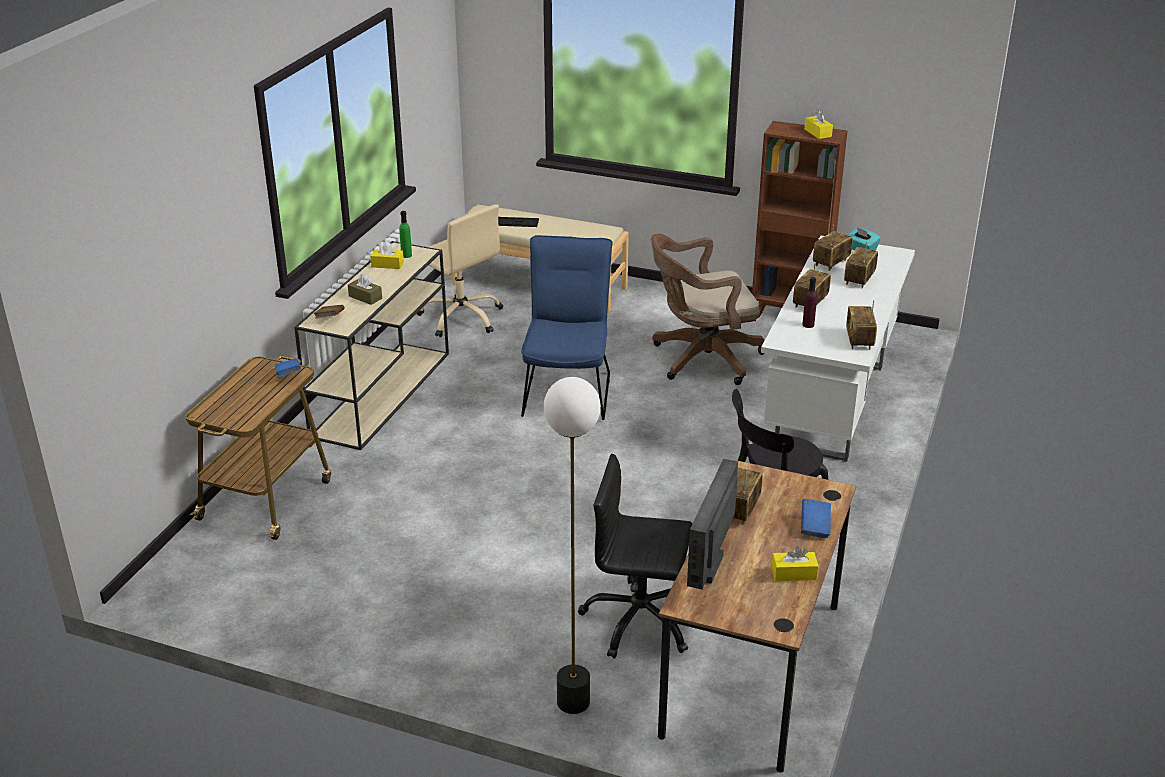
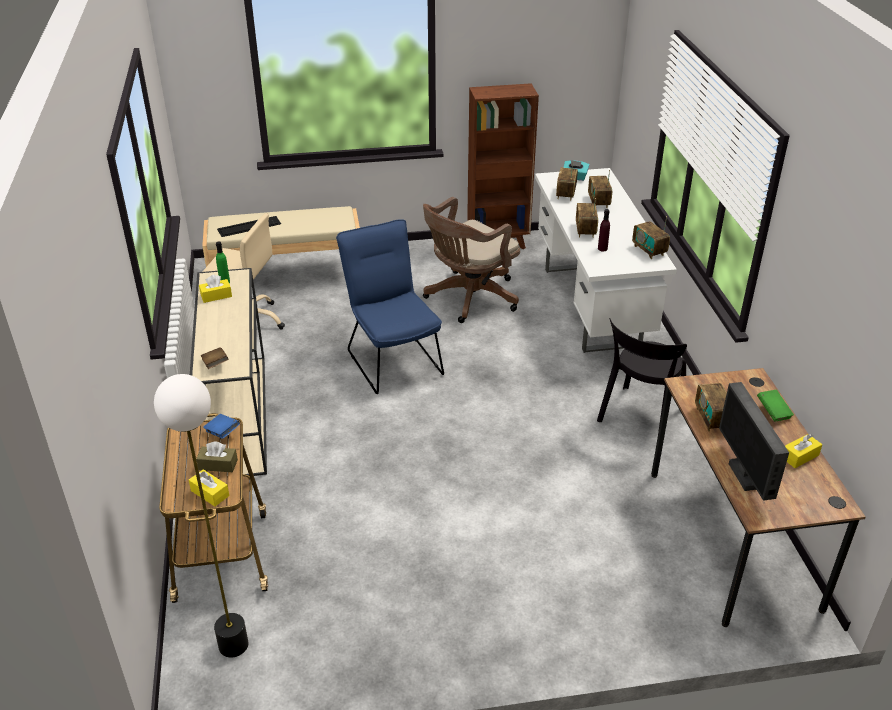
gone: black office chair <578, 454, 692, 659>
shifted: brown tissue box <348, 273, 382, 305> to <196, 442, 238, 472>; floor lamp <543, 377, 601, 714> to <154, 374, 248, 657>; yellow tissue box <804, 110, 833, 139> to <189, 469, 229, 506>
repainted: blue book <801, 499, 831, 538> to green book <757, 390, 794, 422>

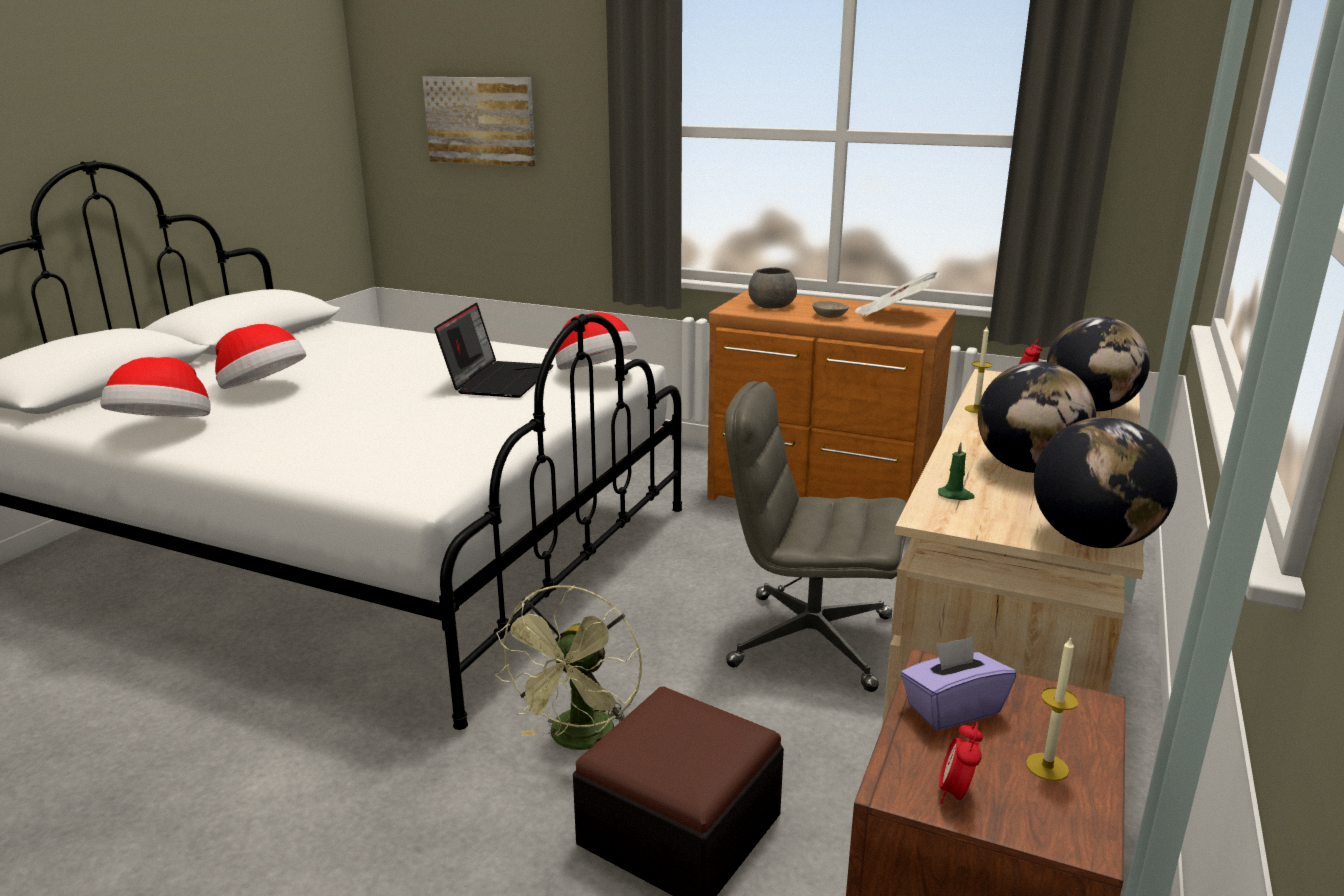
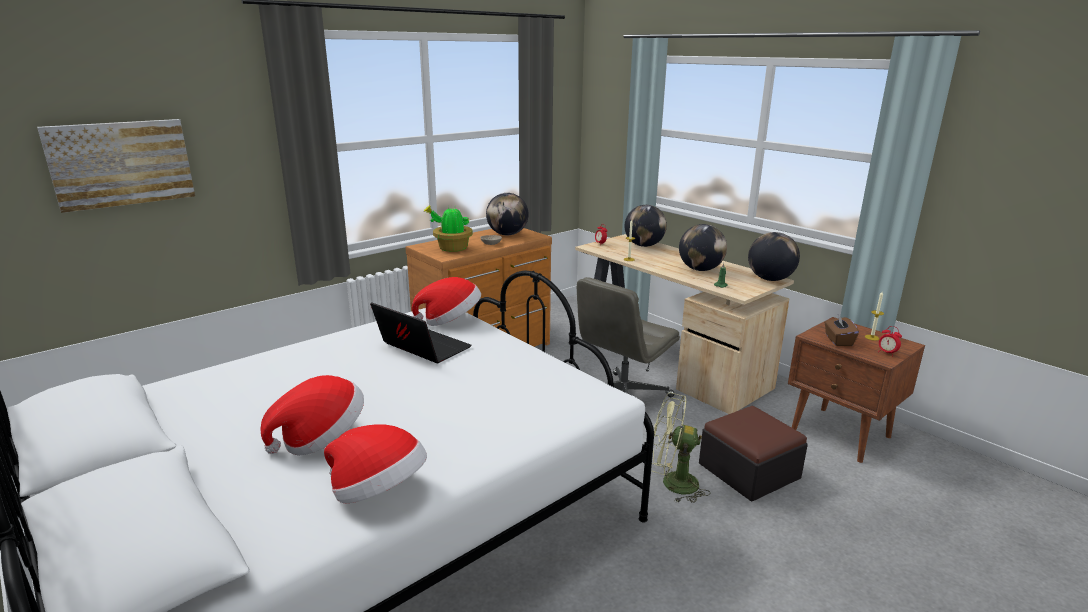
swapped: grey bowl <749, 267, 797, 309> to potted plant <423, 204, 473, 252>; newspaper <855, 272, 940, 316> to globe <486, 193, 529, 235>
repainted: purple tissue box <901, 637, 1016, 730> to brown tissue box <824, 314, 859, 346>
rotated: green fan <495, 585, 642, 750> = <651, 392, 710, 503> 150 degrees clockwise

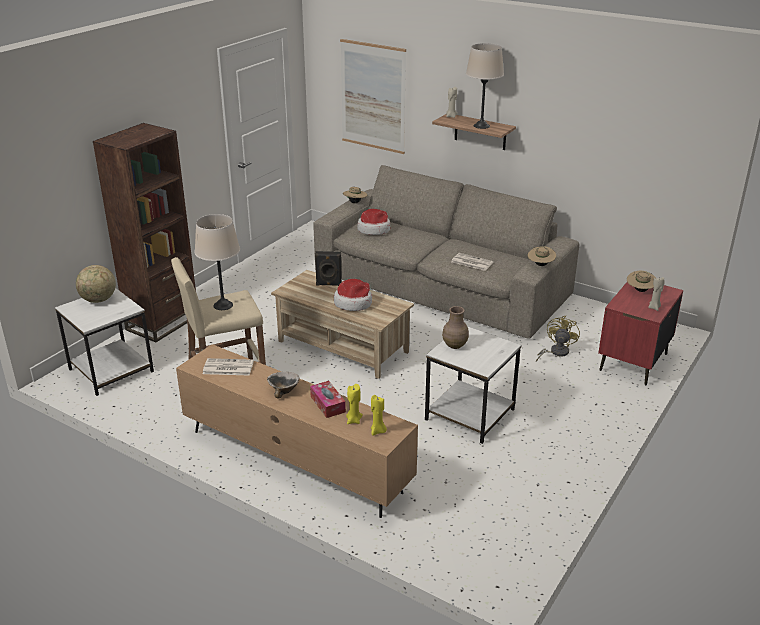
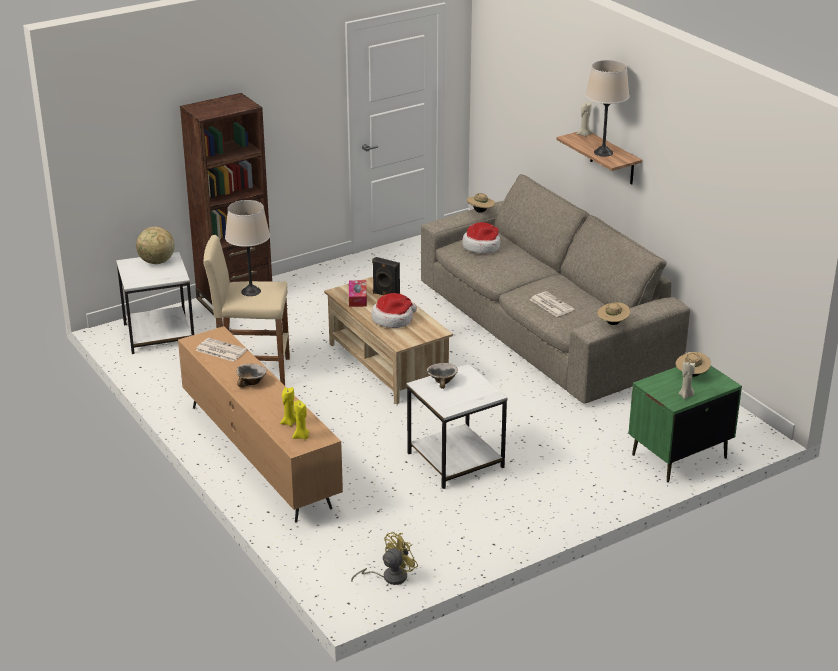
gone: picture <340, 39, 406, 154>
shifted: tissue box <310, 381, 346, 418> to <349, 280, 367, 307>; yellow fan <536, 316, 580, 362> to <351, 532, 418, 585>
swapped: brown vase <442, 306, 469, 349> to bowl <427, 363, 458, 389>
repainted: red nightstand <598, 282, 683, 386> to green nightstand <628, 366, 742, 482>

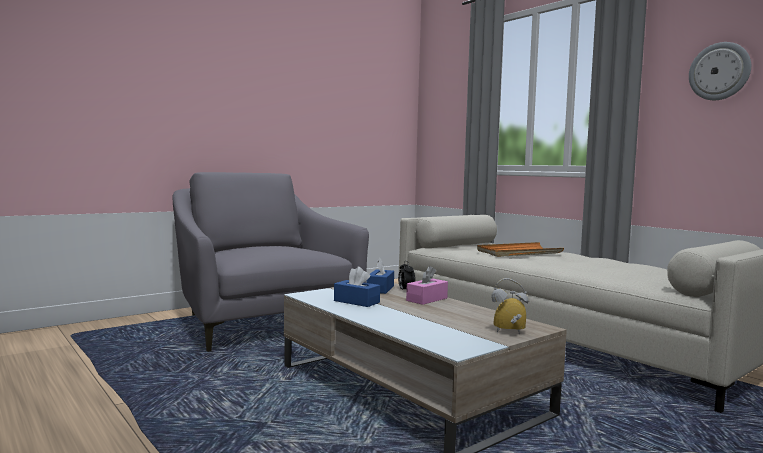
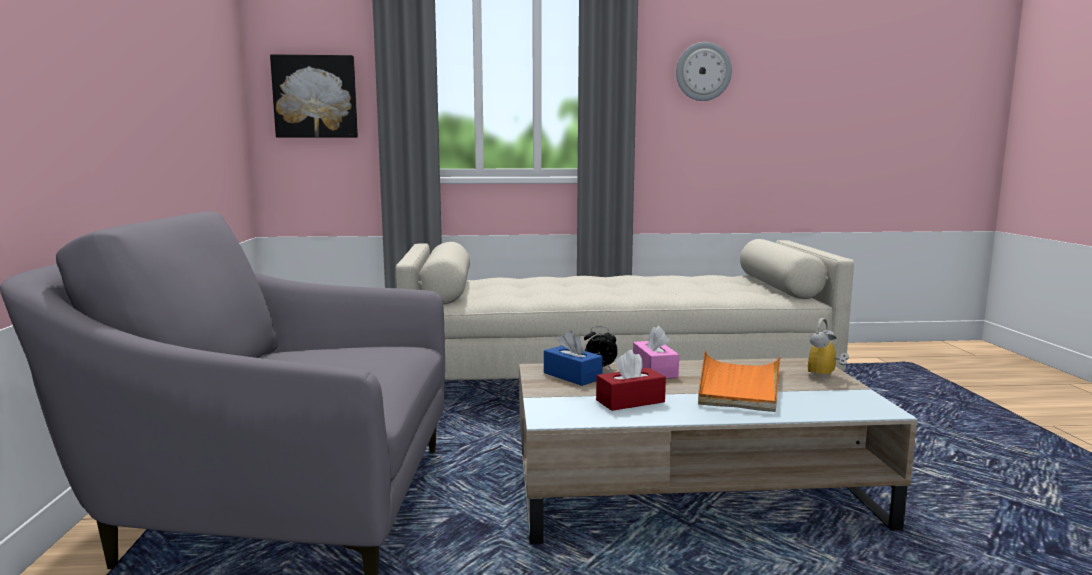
new: picture <270, 54, 358, 138>
shifted: orange tray <477, 242, 564, 257> to <698, 350, 780, 412>
repainted: blue tissue box <334, 267, 380, 307> to red tissue box <596, 350, 666, 411>

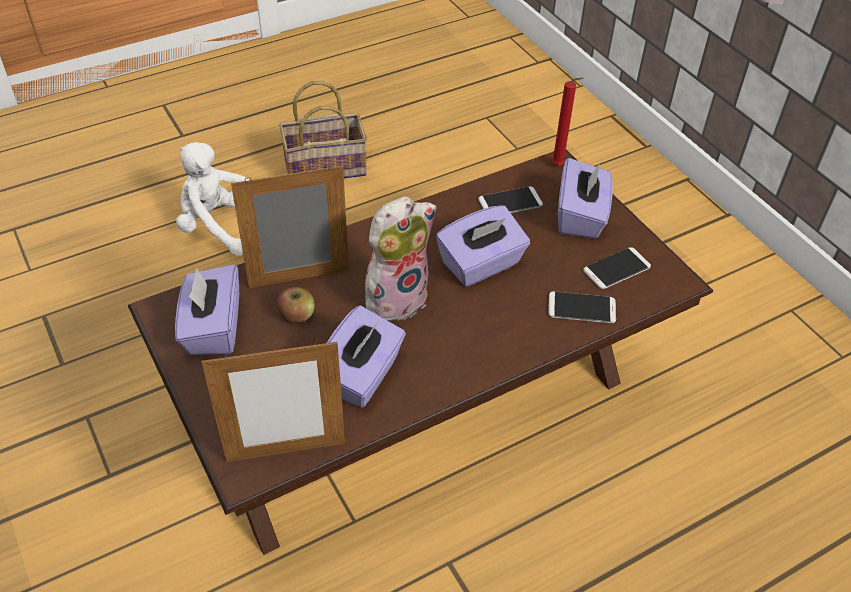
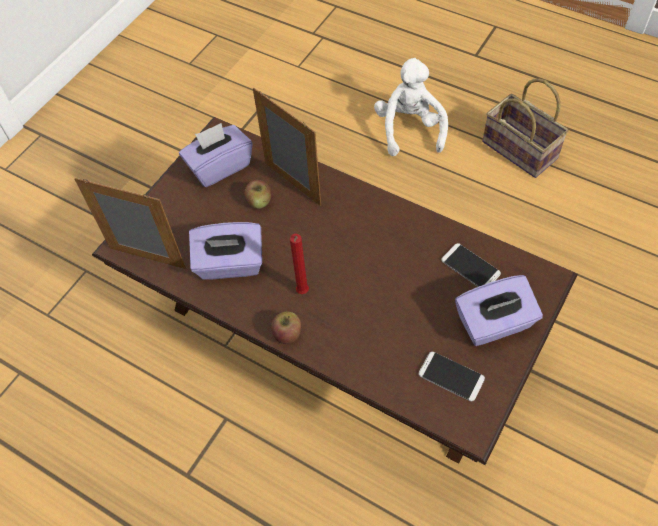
gone: plush toy <365, 196, 437, 322>; purple tissue box <436, 205, 530, 287>; phone <548, 291, 616, 323>
new: apple <271, 312, 301, 344>
shifted: red candle <551, 77, 584, 166> to <290, 234, 309, 294>
rotated: picture frame <202, 340, 345, 462> = <74, 178, 186, 269> 150 degrees clockwise

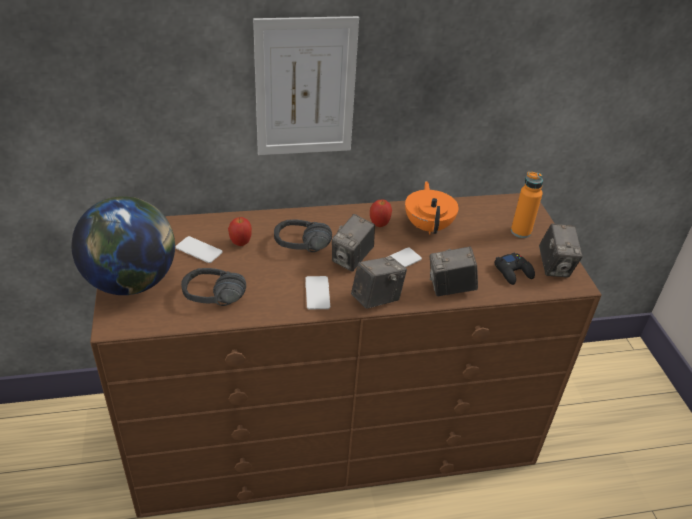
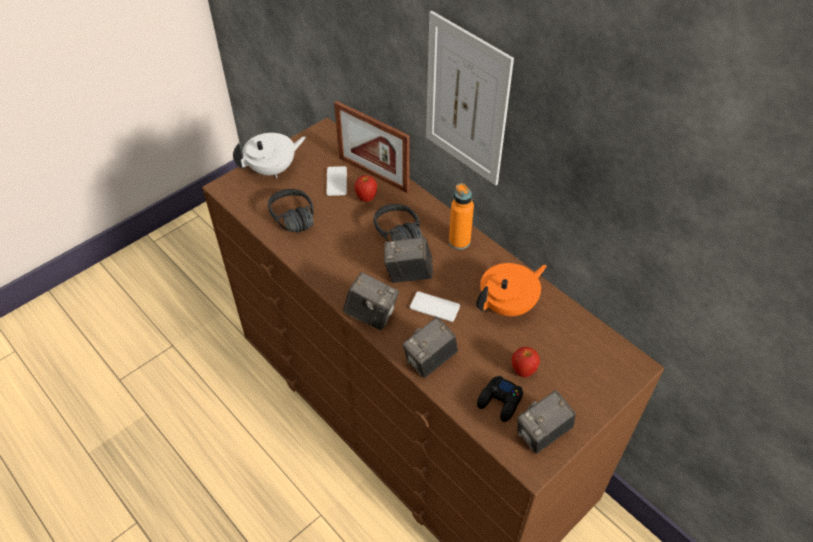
gone: phone <305, 276, 330, 309>
new: picture frame <334, 101, 410, 193>
shifted: apple <370, 200, 392, 227> to <512, 347, 540, 377>; orange bottle <511, 172, 543, 238> to <449, 183, 474, 249>
swapped: globe <71, 196, 175, 295> to white teapot <233, 133, 306, 178>
rotated: photo camera <430, 246, 478, 296> = <403, 317, 458, 378> 90 degrees counterclockwise

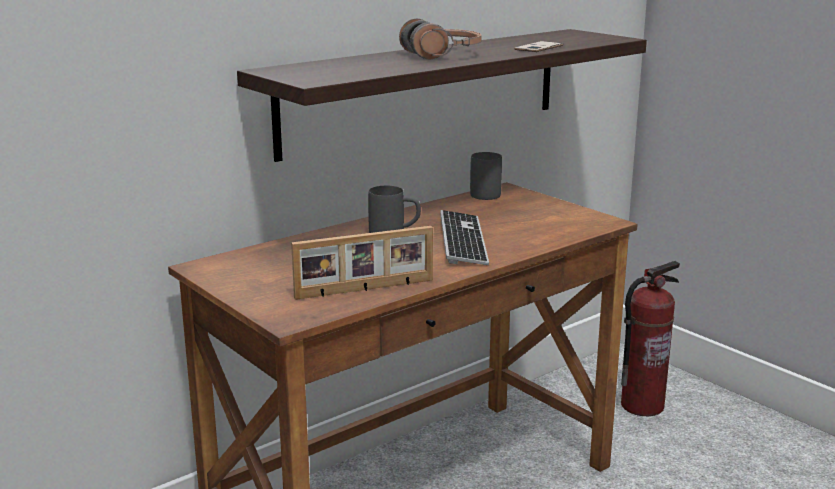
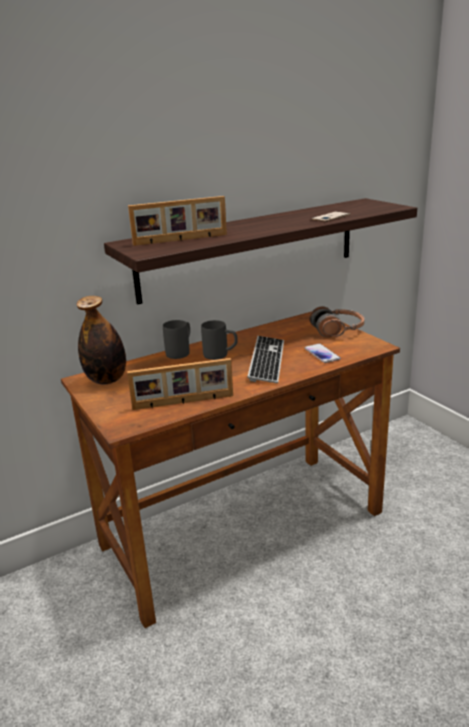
gone: fire extinguisher <621, 261, 680, 416>
new: bottle <77, 296, 126, 385>; picture frame <128, 196, 227, 246>; phone <304, 344, 341, 363>
shifted: headphones <399, 19, 482, 59> to <309, 306, 364, 337>; grey mug <470, 152, 502, 200> to <163, 320, 190, 359>

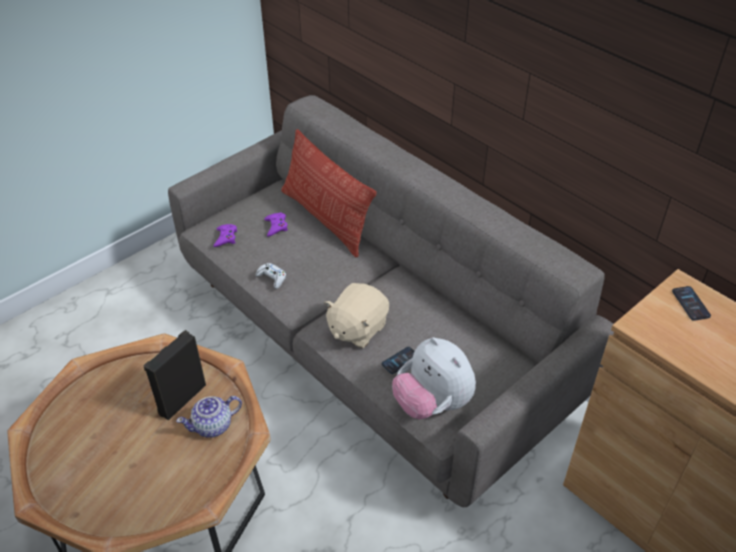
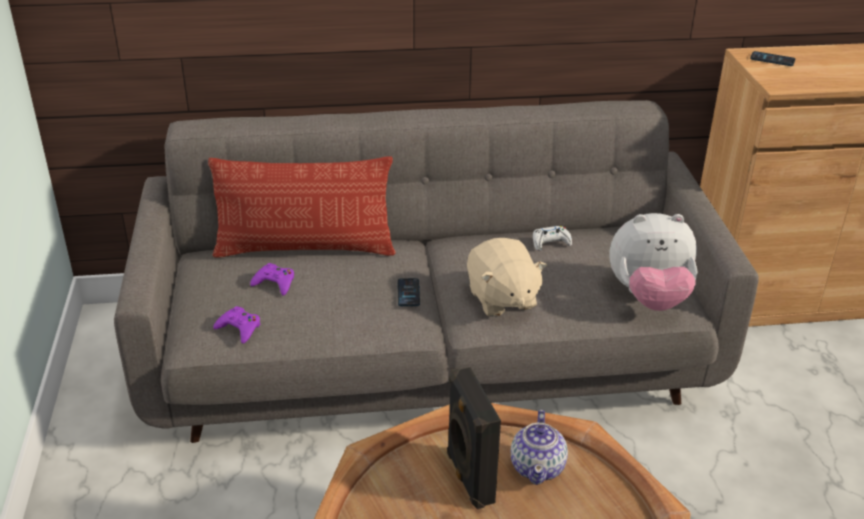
shifted: white game controller <256, 263, 286, 289> to <533, 226, 572, 251>; phone <382, 347, 415, 374> to <398, 278, 420, 306>

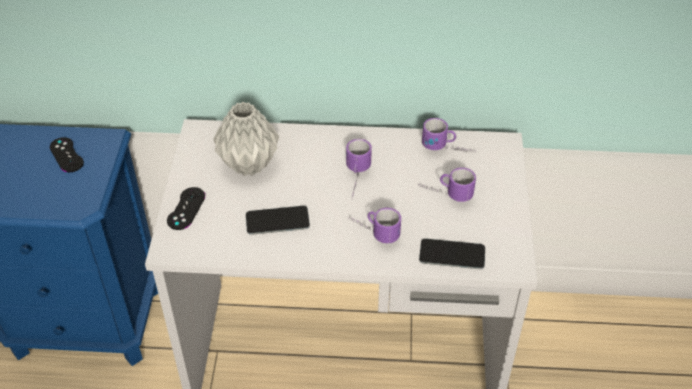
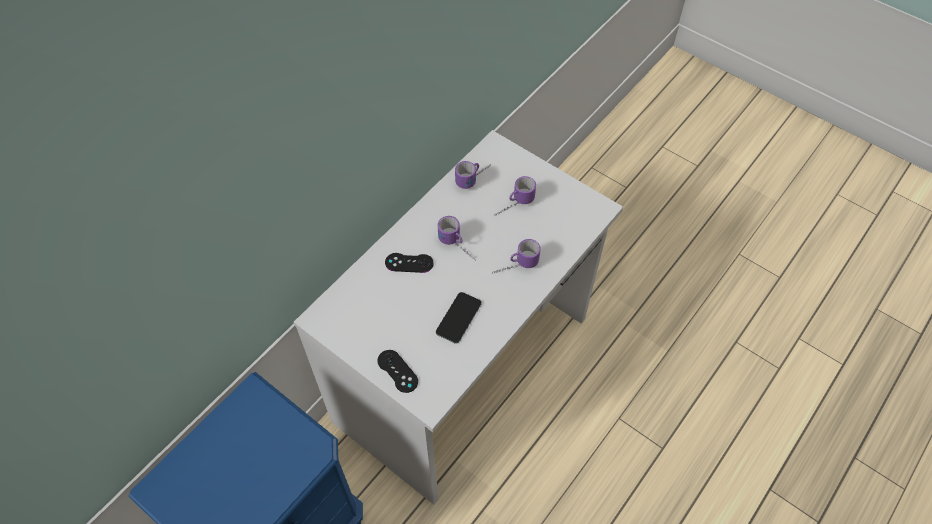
gone: grey vase <213, 102, 279, 176>; phone <419, 238, 485, 269>
shifted: black game controller <50, 137, 84, 172> to <385, 253, 434, 273>

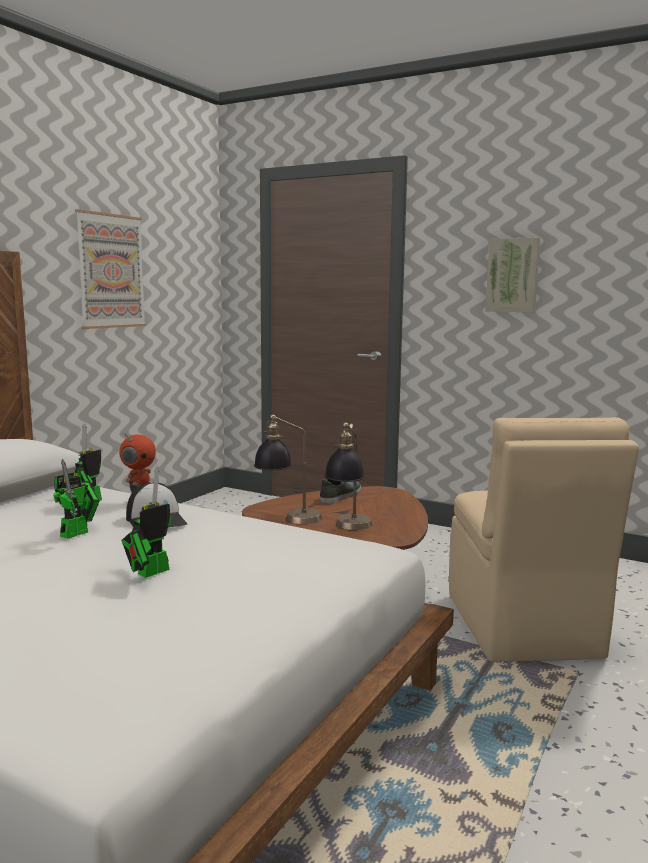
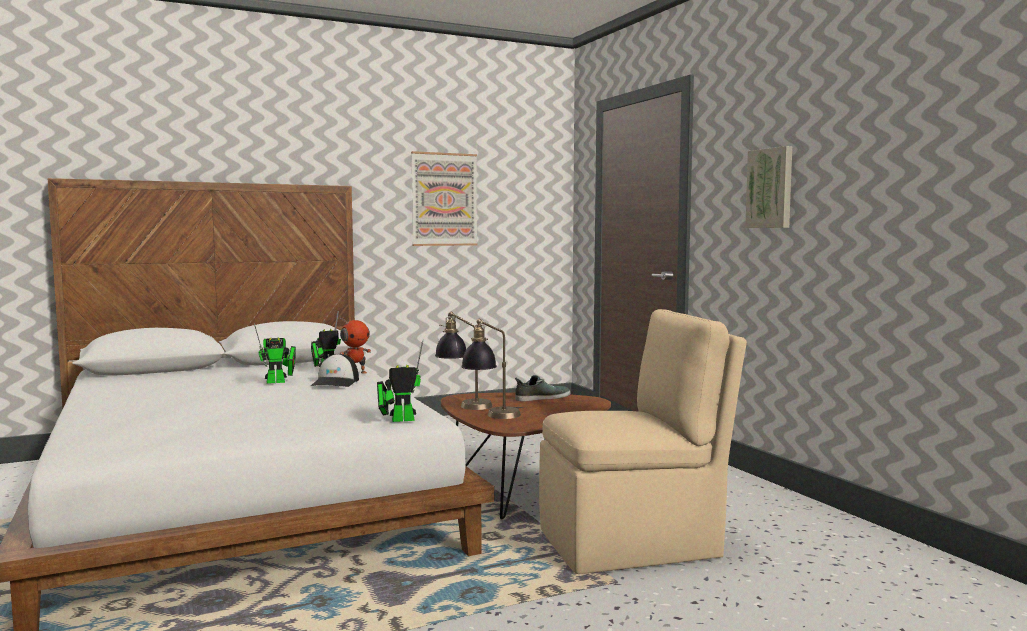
shifted: toy robot <122, 465, 172, 578> to <377, 340, 423, 422>
rotated: beige chair <449, 417, 639, 662> = <539, 309, 747, 574> 135 degrees counterclockwise

